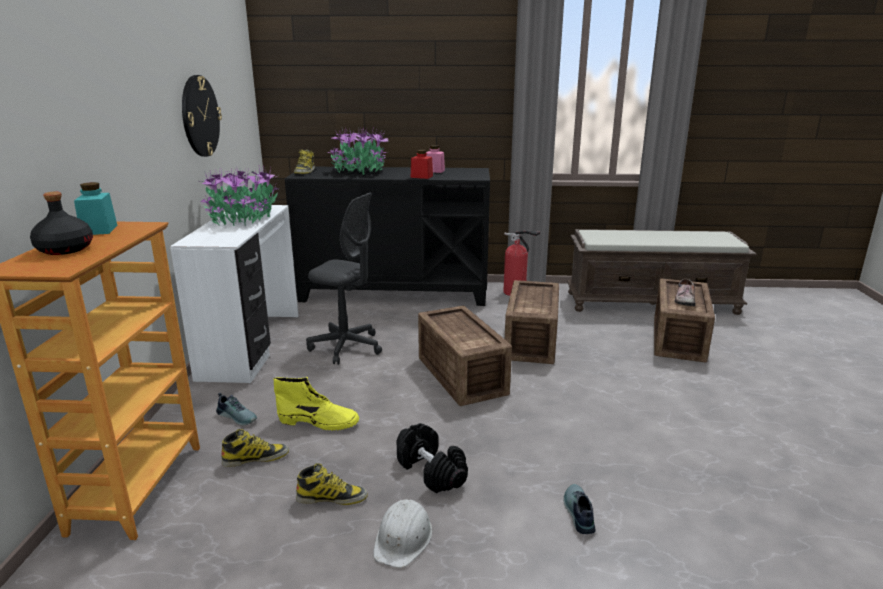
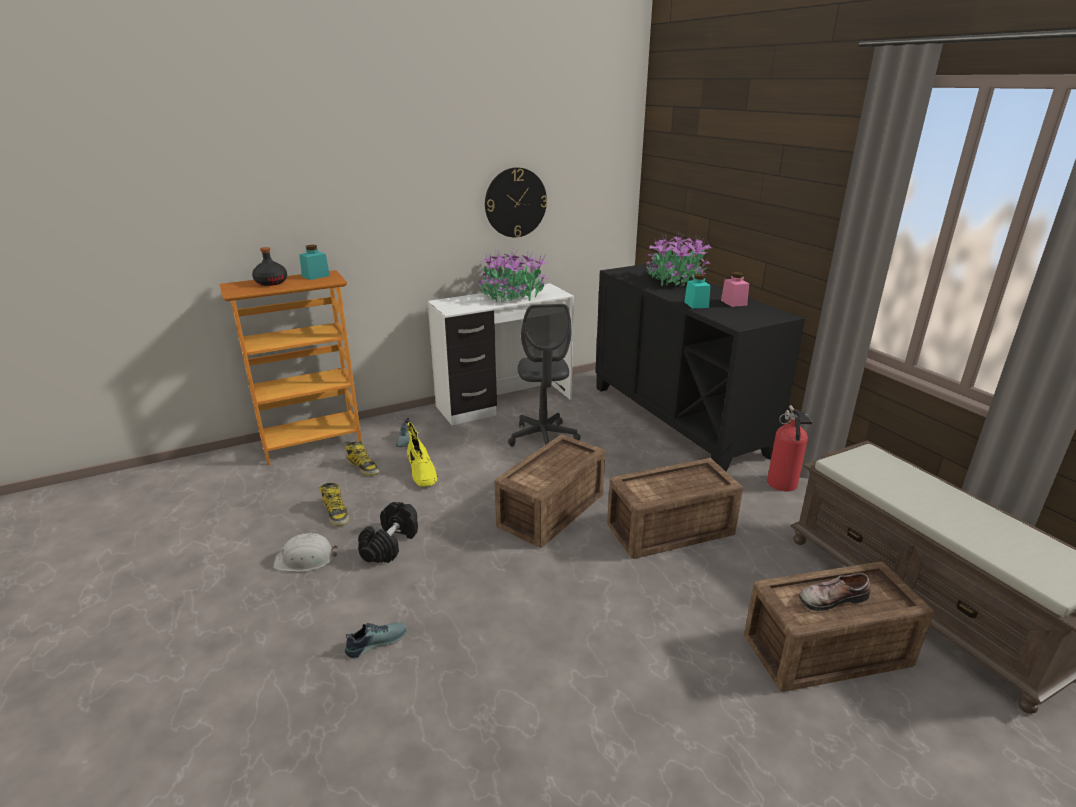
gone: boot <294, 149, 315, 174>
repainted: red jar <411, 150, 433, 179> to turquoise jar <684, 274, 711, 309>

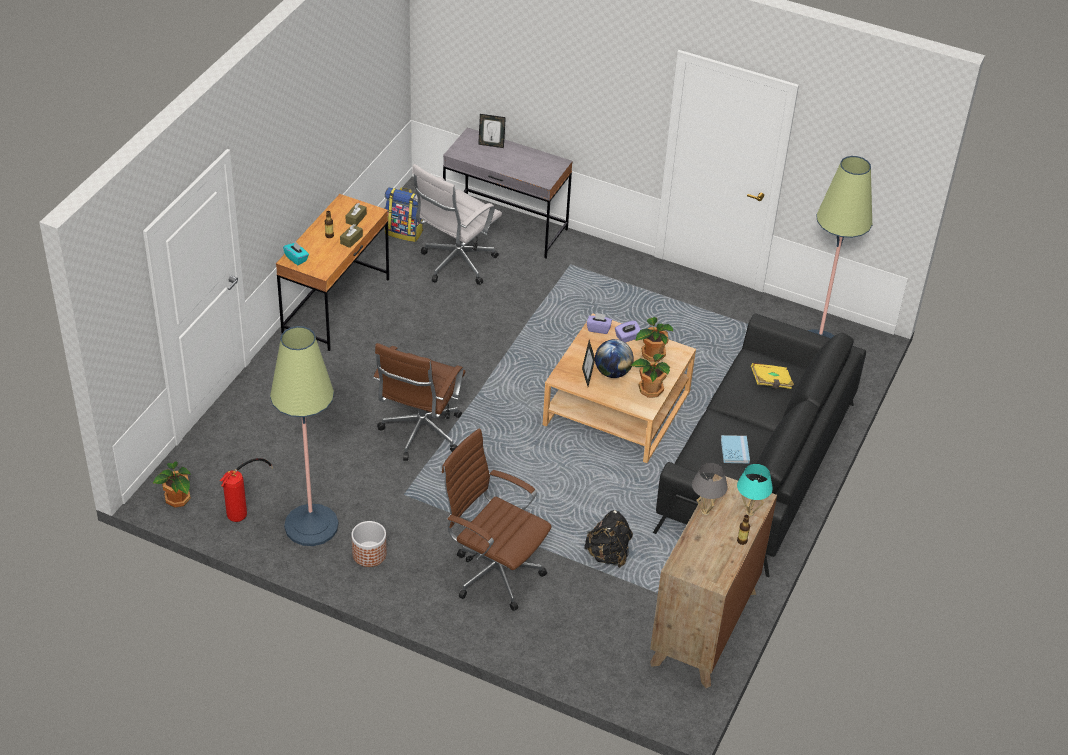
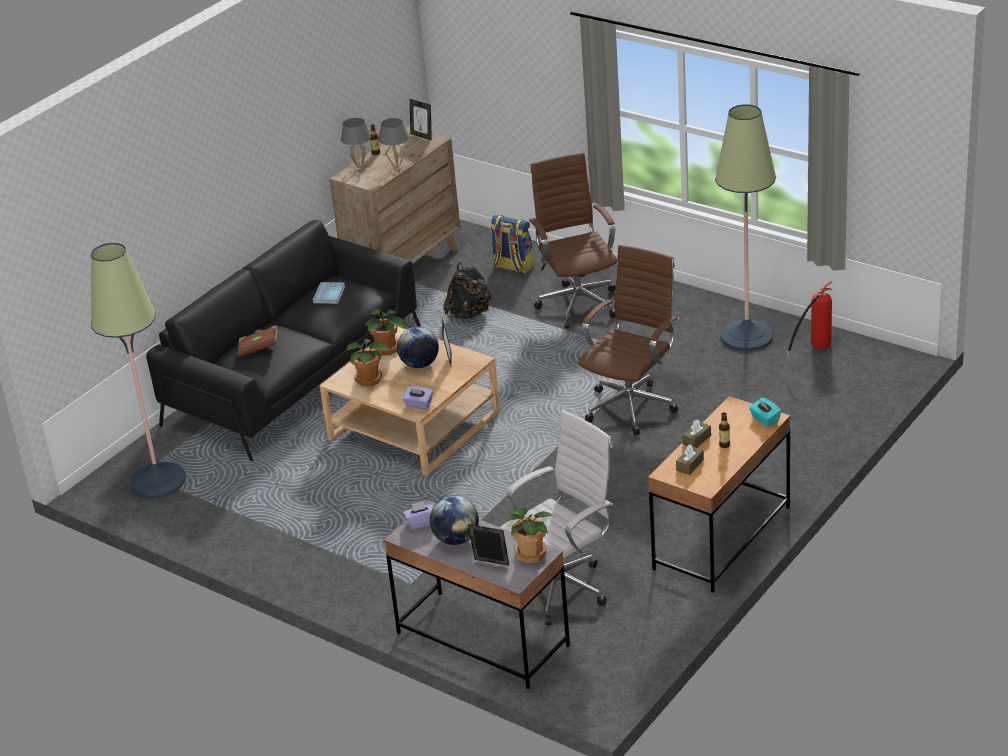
gone: planter <351, 521, 387, 567>
new: picture frame <410, 99, 432, 141>; globe <430, 496, 479, 545>
shifted: potted plant <153, 461, 191, 508> to <508, 508, 554, 564>; backpack <385, 187, 423, 242> to <491, 215, 534, 274>; purple tissue box <615, 321, 641, 343> to <403, 501, 433, 530>
repainted: turquoise table lamp <737, 464, 773, 516> to grey table lamp <341, 118, 371, 170>; yellow book <751, 363, 794, 389> to brown book <237, 325, 279, 357>
rotated: brown office chair <441, 429, 551, 611> = <529, 153, 617, 328> 150 degrees counterclockwise

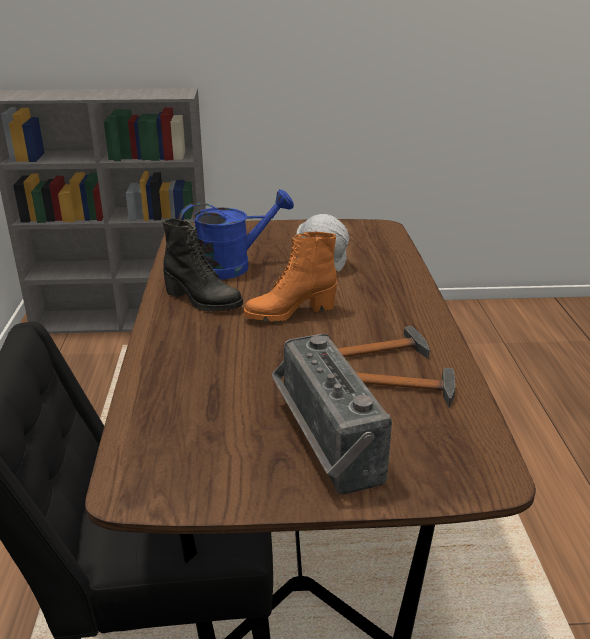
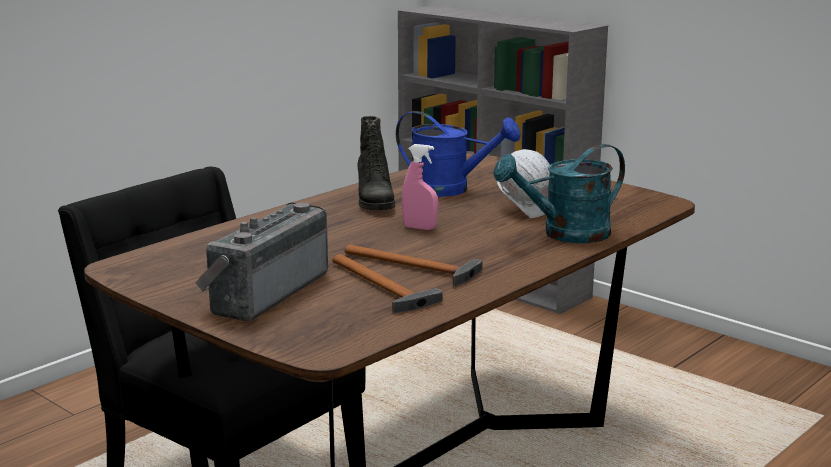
new: turquoise watering can <493, 144, 625, 243>
swapped: orange boot <244, 232, 337, 322> to pink spray bottle <402, 144, 438, 230>

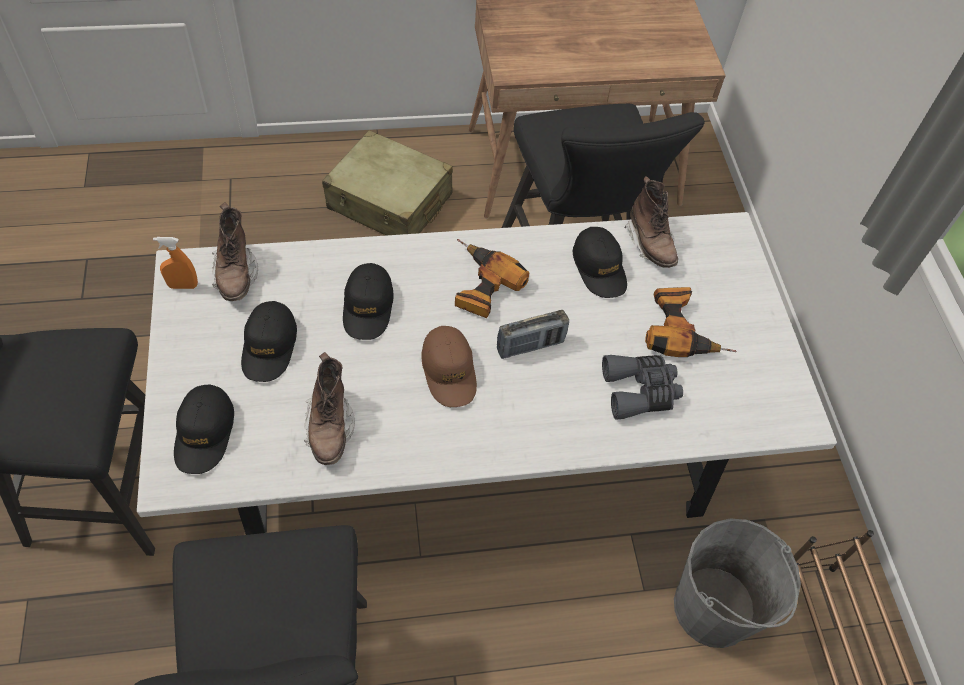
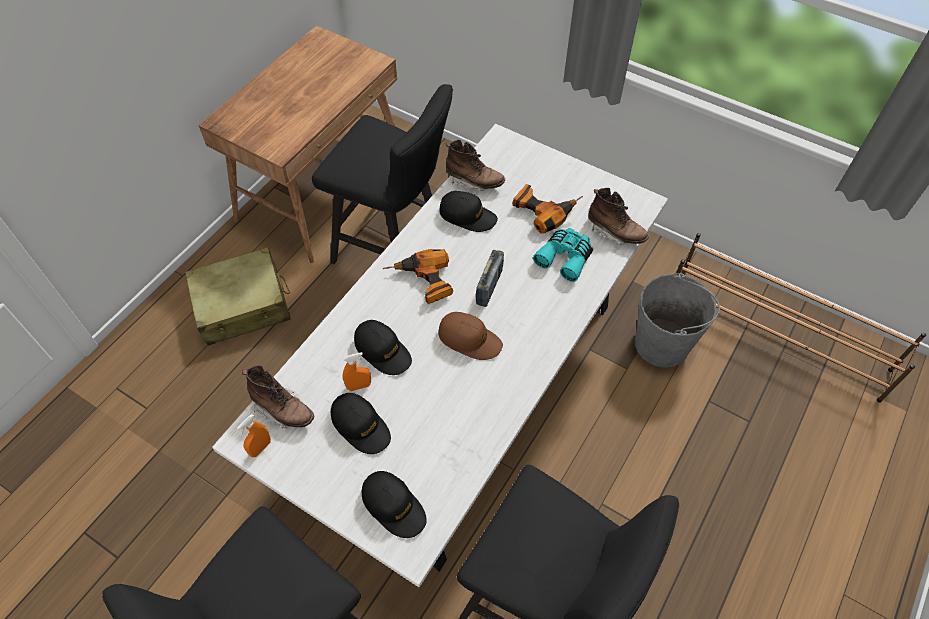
new: orange spray bottle <343, 352, 371, 391>
shifted: brown boot <304, 352, 355, 465> to <588, 188, 649, 245>
repainted: grey binoculars <602, 355, 683, 420> to turquoise binoculars <533, 228, 593, 282>

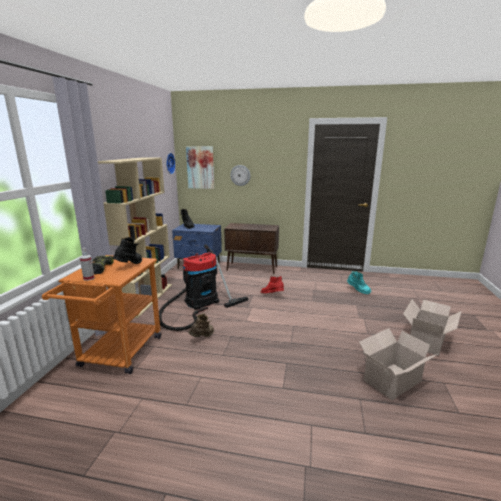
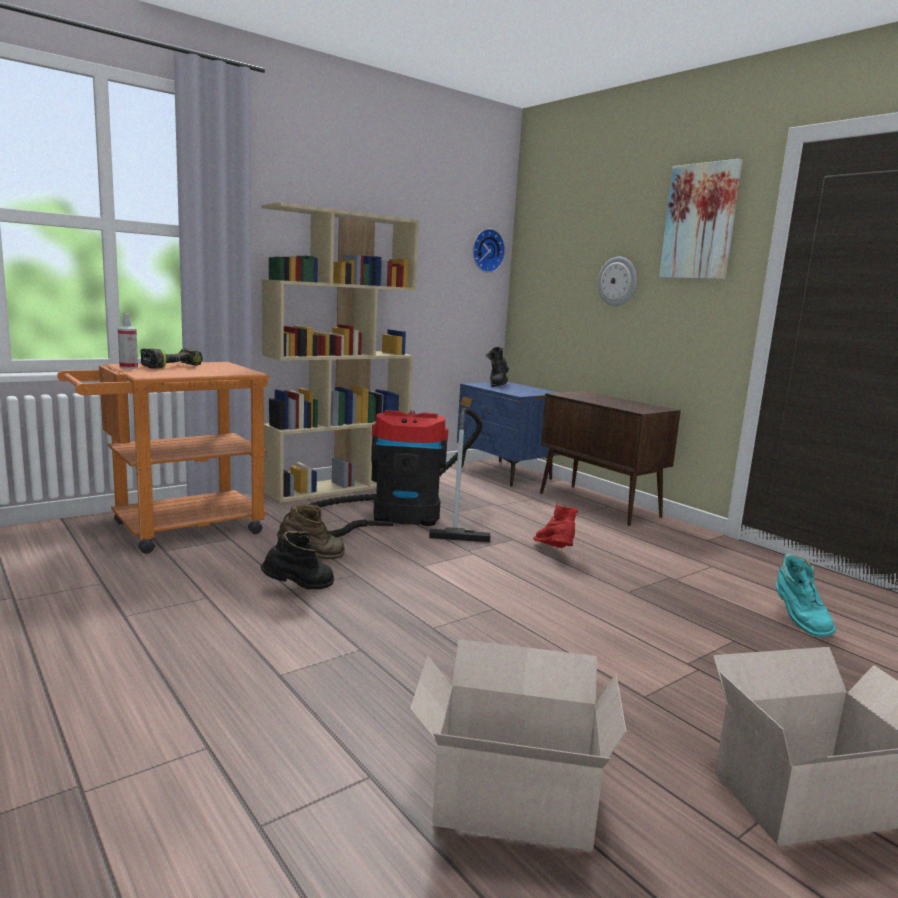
shifted: black boot <112, 237, 142, 264> to <261, 531, 334, 589>; picture <186, 146, 214, 189> to <659, 159, 743, 280>

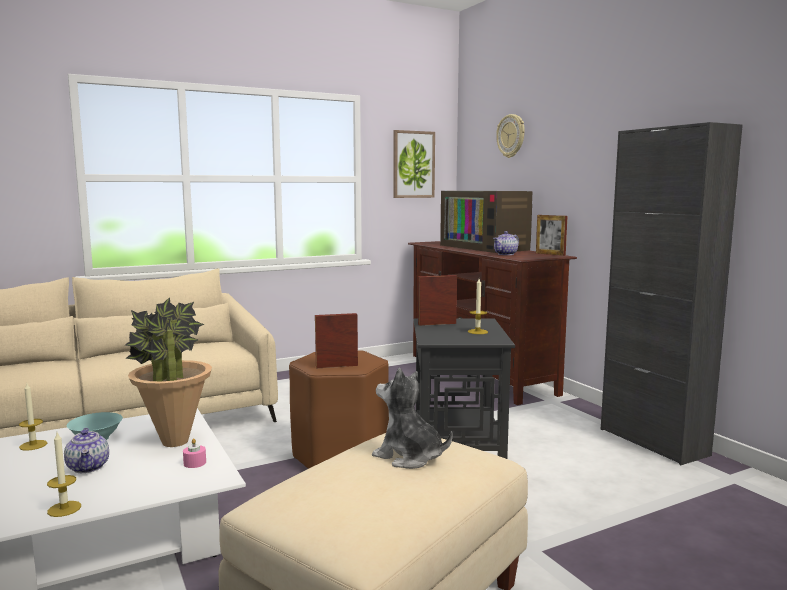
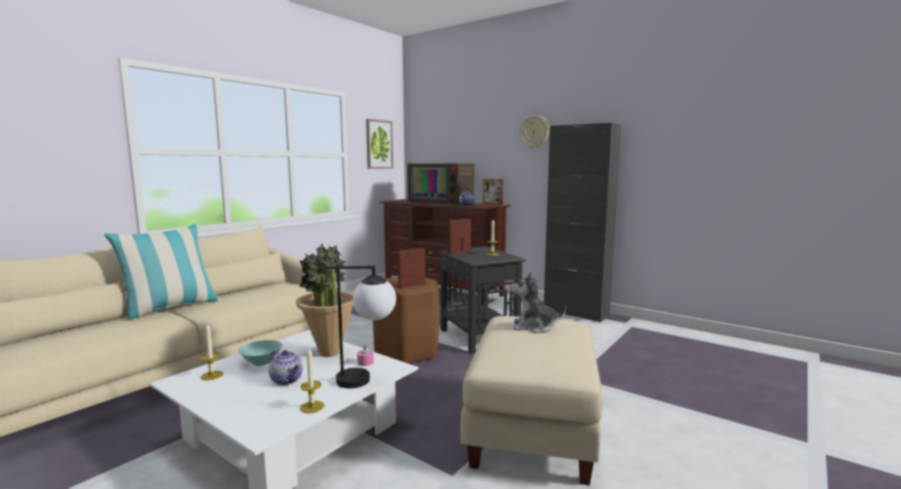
new: pillow <104, 224, 220, 319>; table lamp <325, 265, 396, 388>
shifted: wall clock <496, 114, 525, 158> to <520, 115, 550, 148>

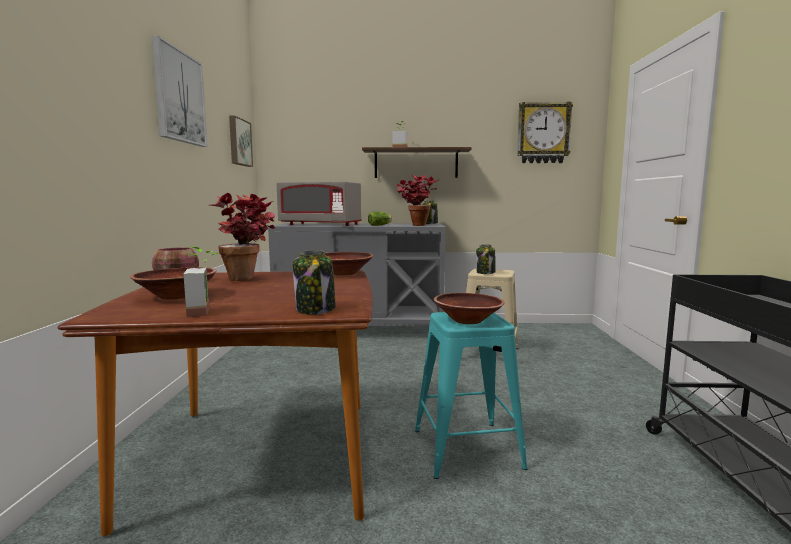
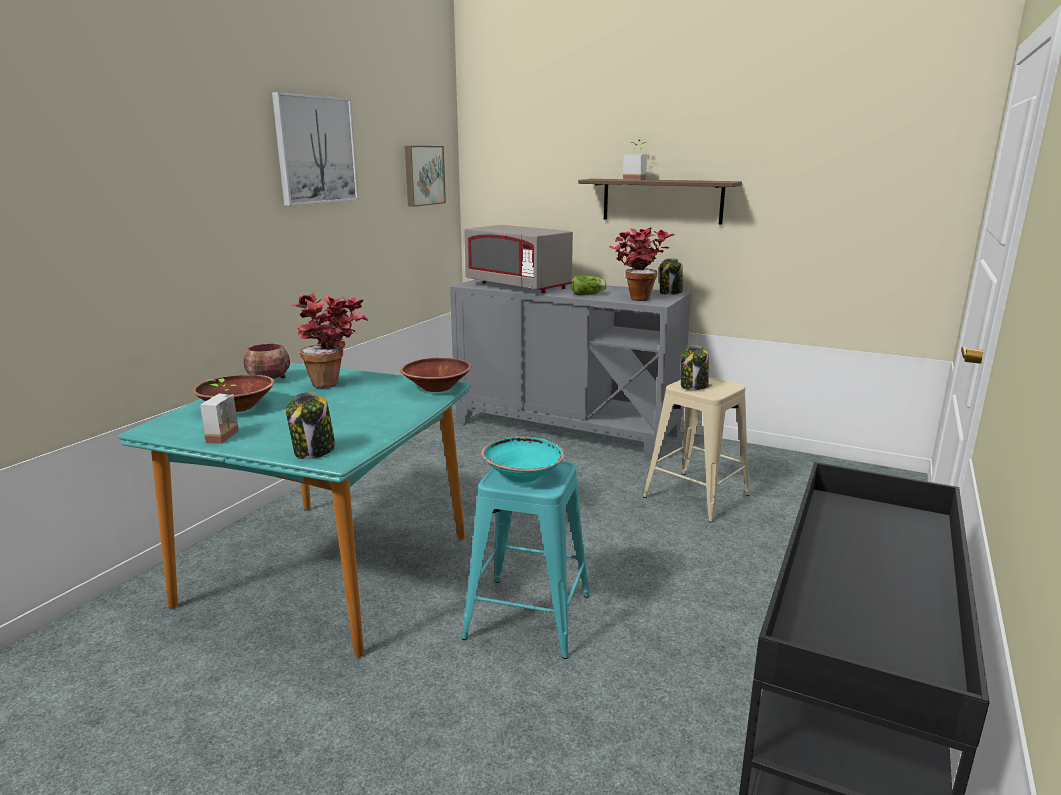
gone: wall clock <517, 102, 573, 163>
repainted: brown dining table <57, 271, 373, 537> to turquoise dining table <118, 363, 471, 657>; brown bowl <434, 293, 504, 324> to turquoise bowl <481, 436, 565, 483>

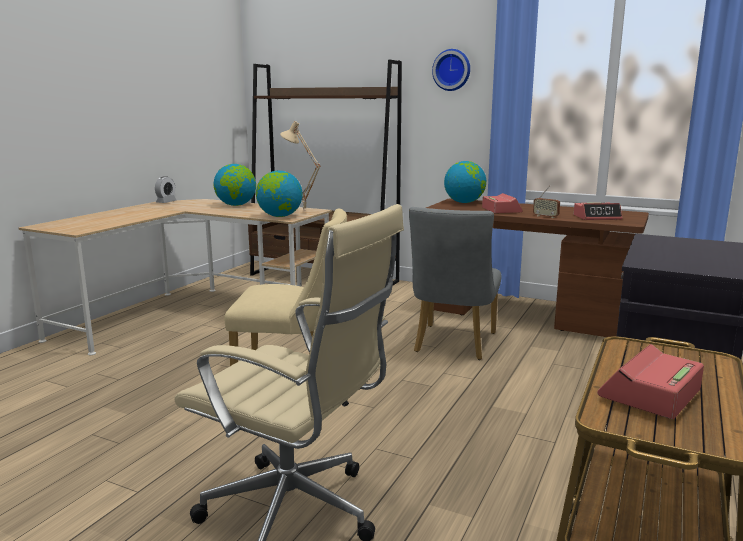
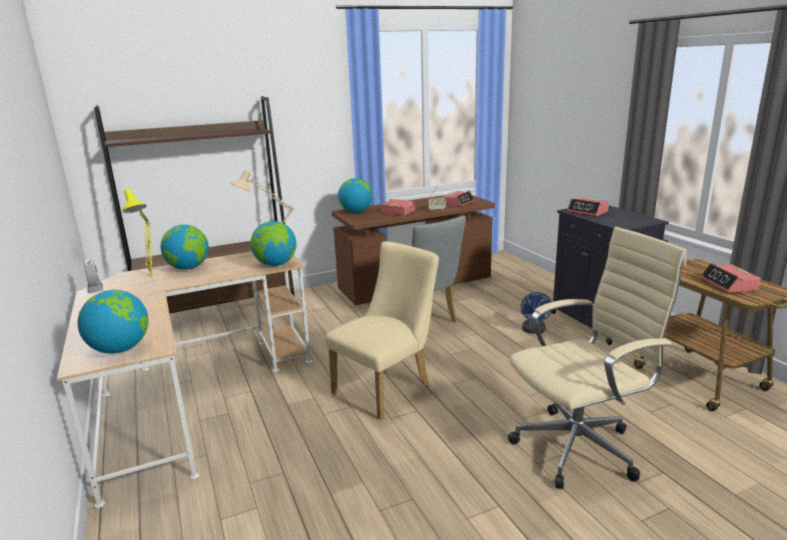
gone: wall clock <432, 49, 470, 91>
new: globe <78, 290, 149, 354>; yellow table lamp <122, 189, 152, 276>; blue fan <521, 292, 552, 334>; alarm clock <567, 197, 609, 216>

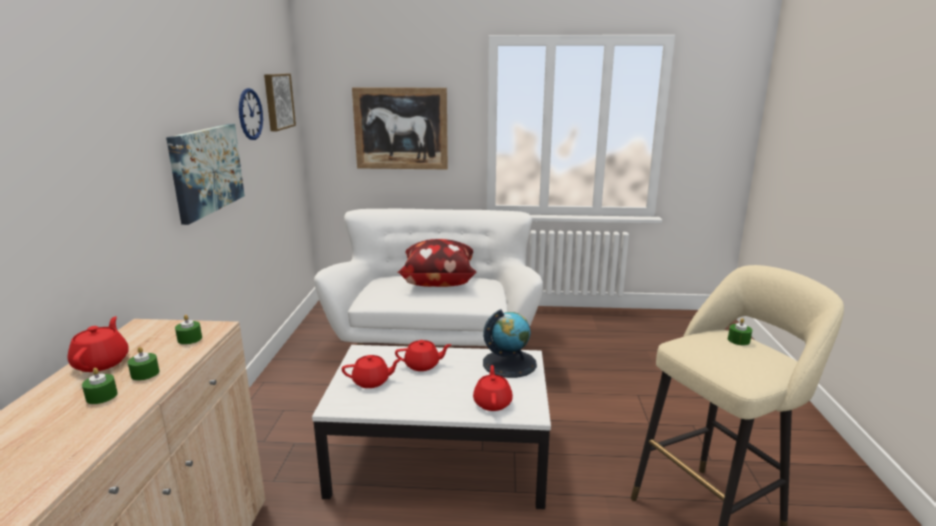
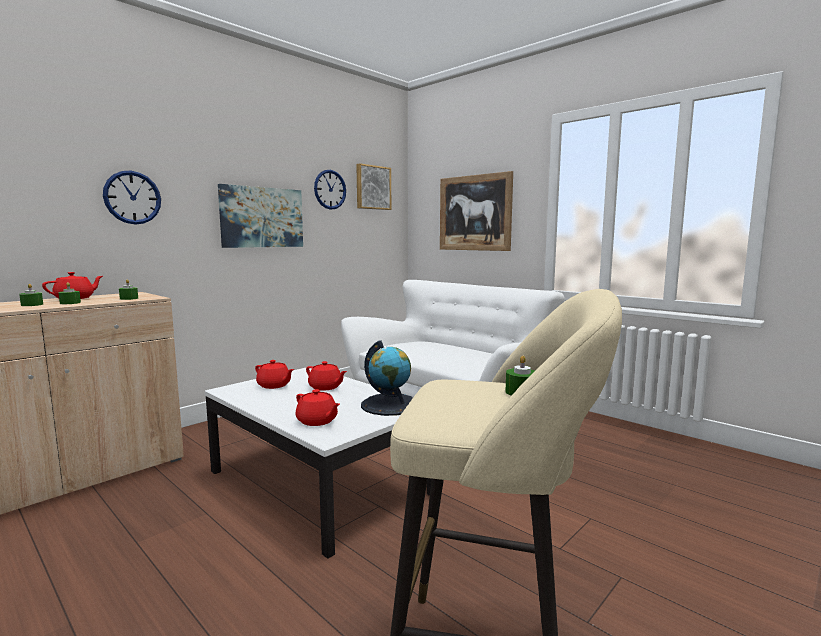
gone: pillow <398, 239, 477, 287>
new: wall clock <103, 171, 161, 225>
rotated: red teapot <473, 365, 513, 411> = <296, 389, 340, 426> 90 degrees clockwise

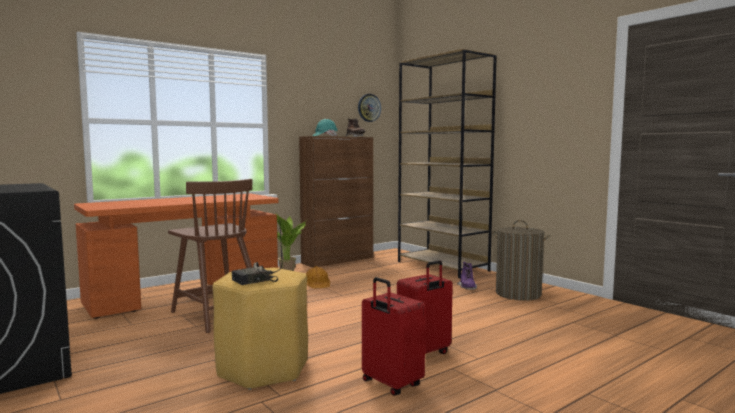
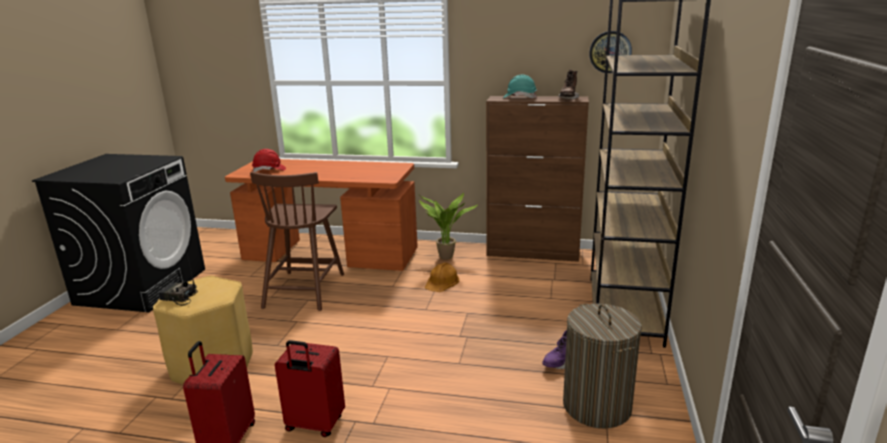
new: red hard hat <252, 149, 286, 172>

